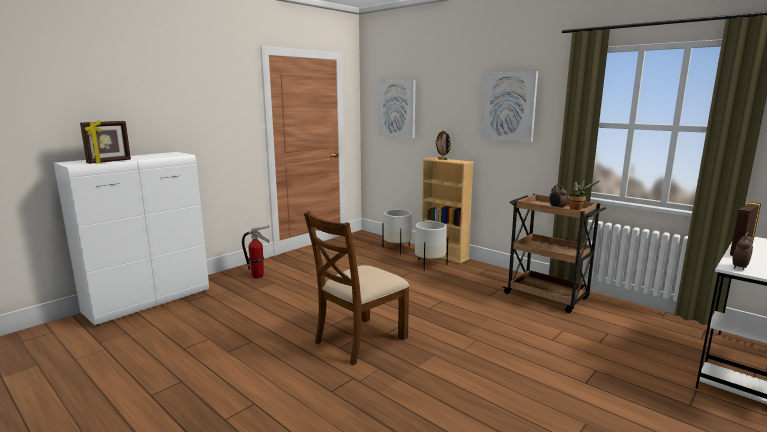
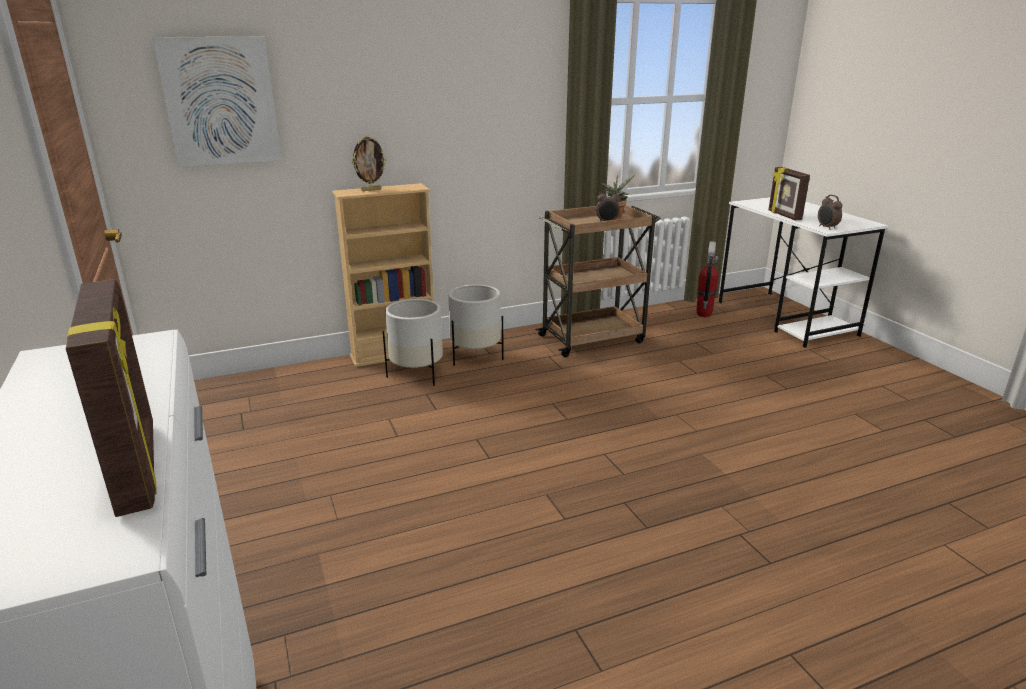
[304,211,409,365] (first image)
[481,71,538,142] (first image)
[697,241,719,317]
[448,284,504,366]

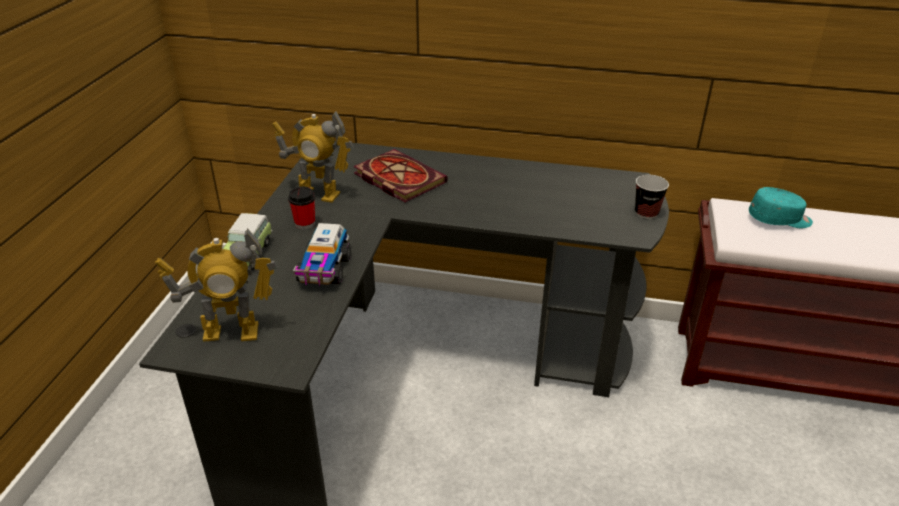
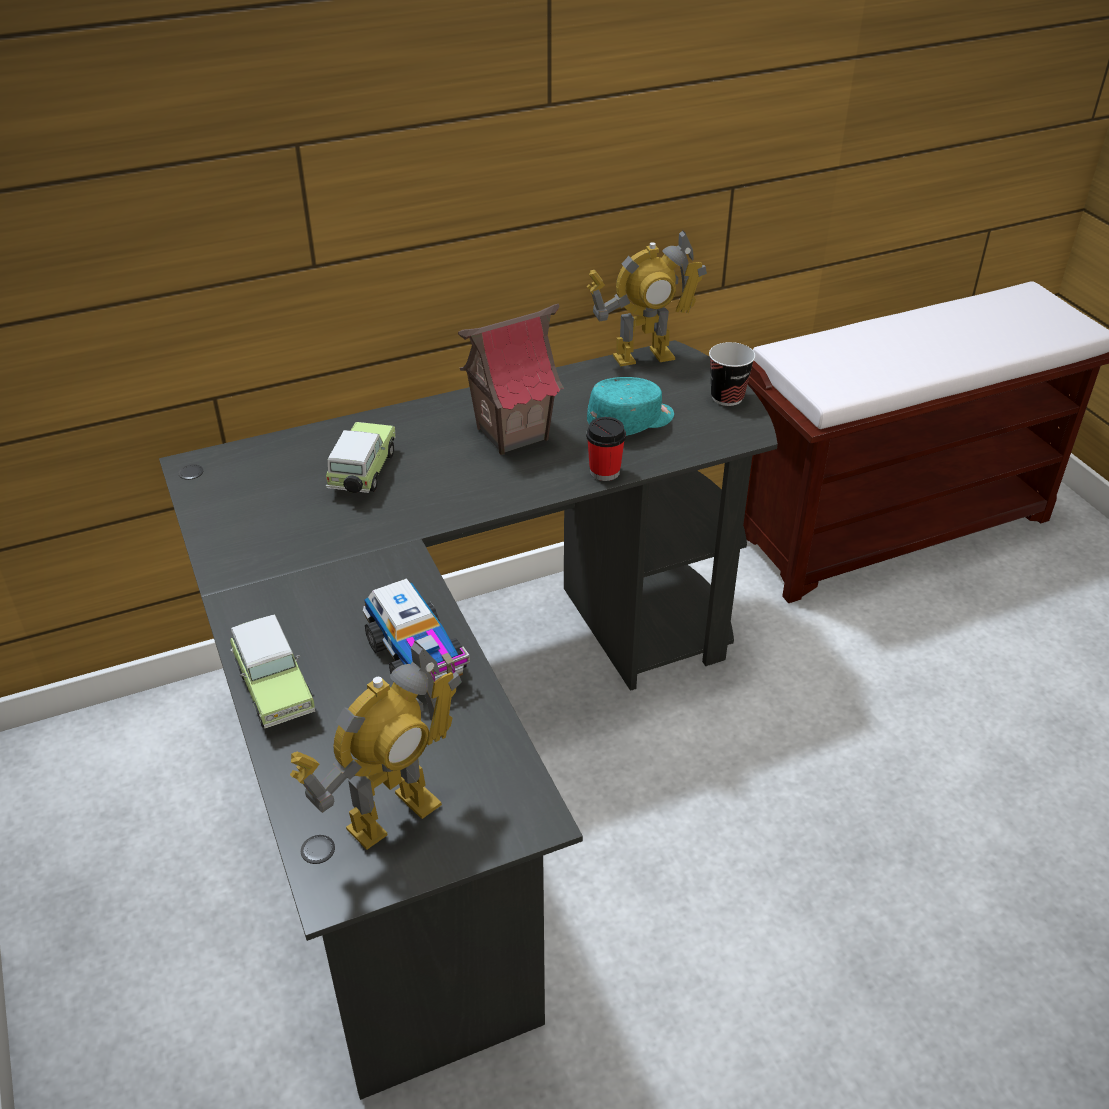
[458,304,564,455]
[587,229,707,366]
[586,417,626,481]
[587,377,674,436]
[326,422,396,493]

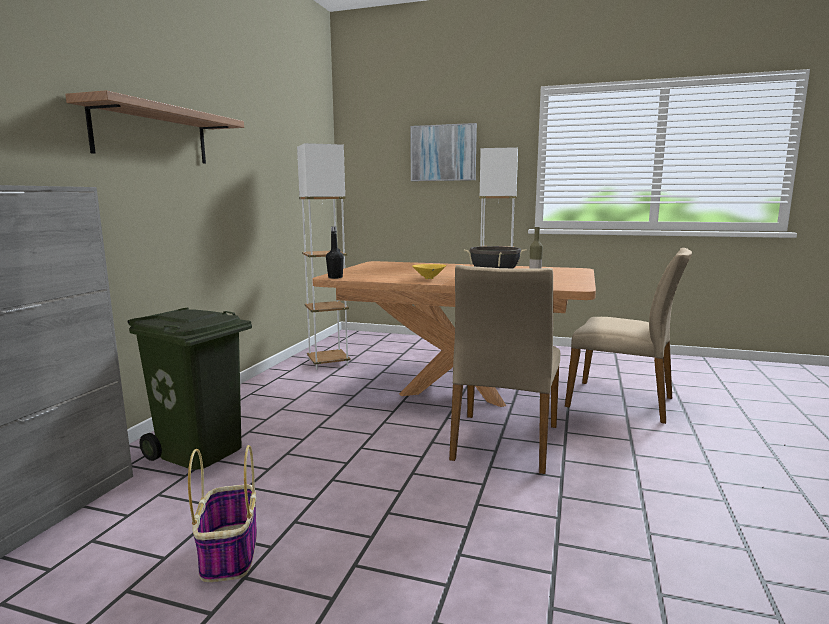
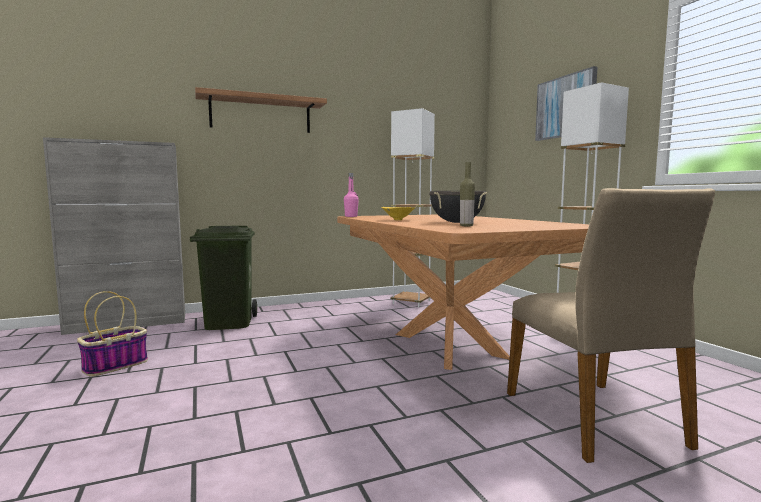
[449,265,560,474] (first image)
[344,173,359,217]

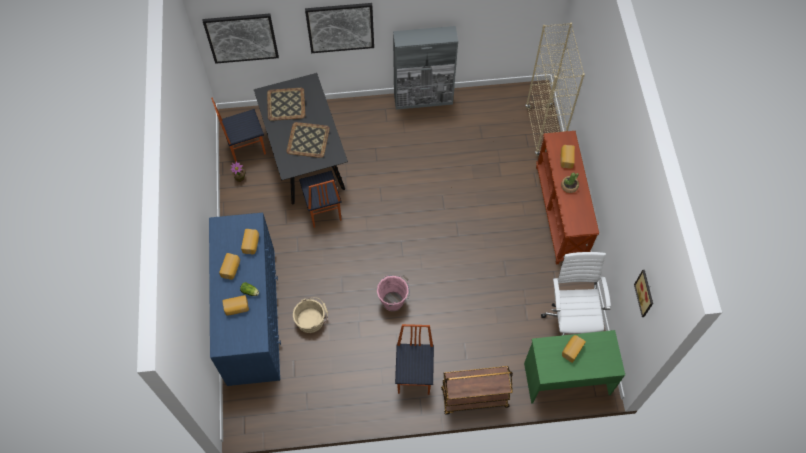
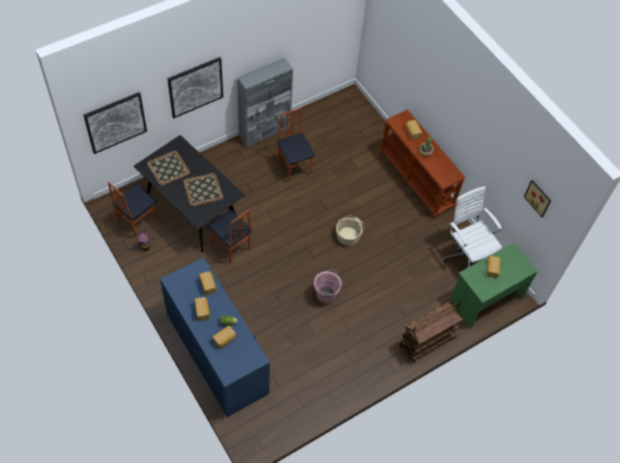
[525,23,585,156] (first image)
[336,215,365,246]
[277,108,315,182]

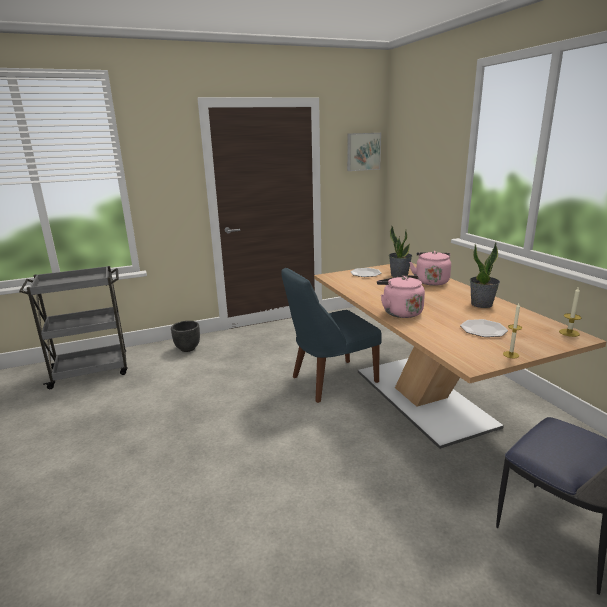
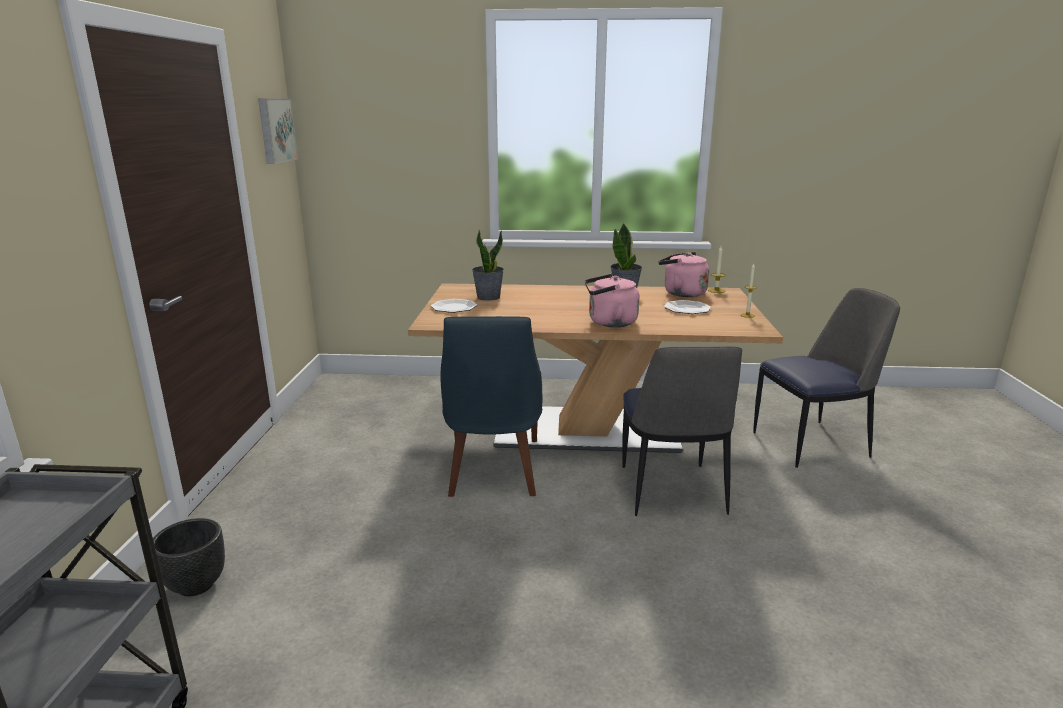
[622,346,742,516]
[659,252,709,297]

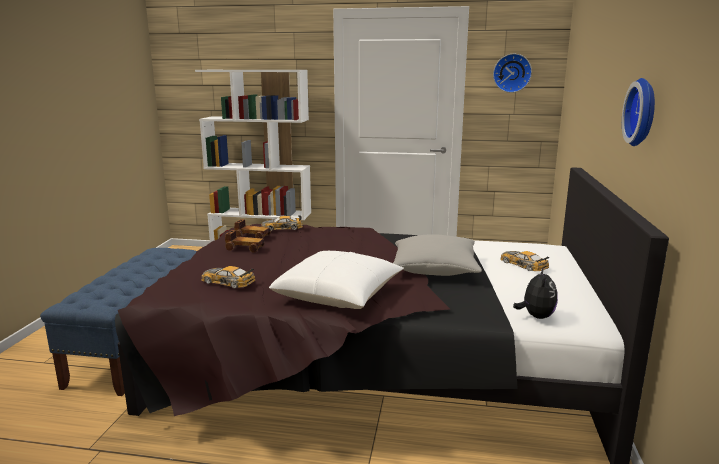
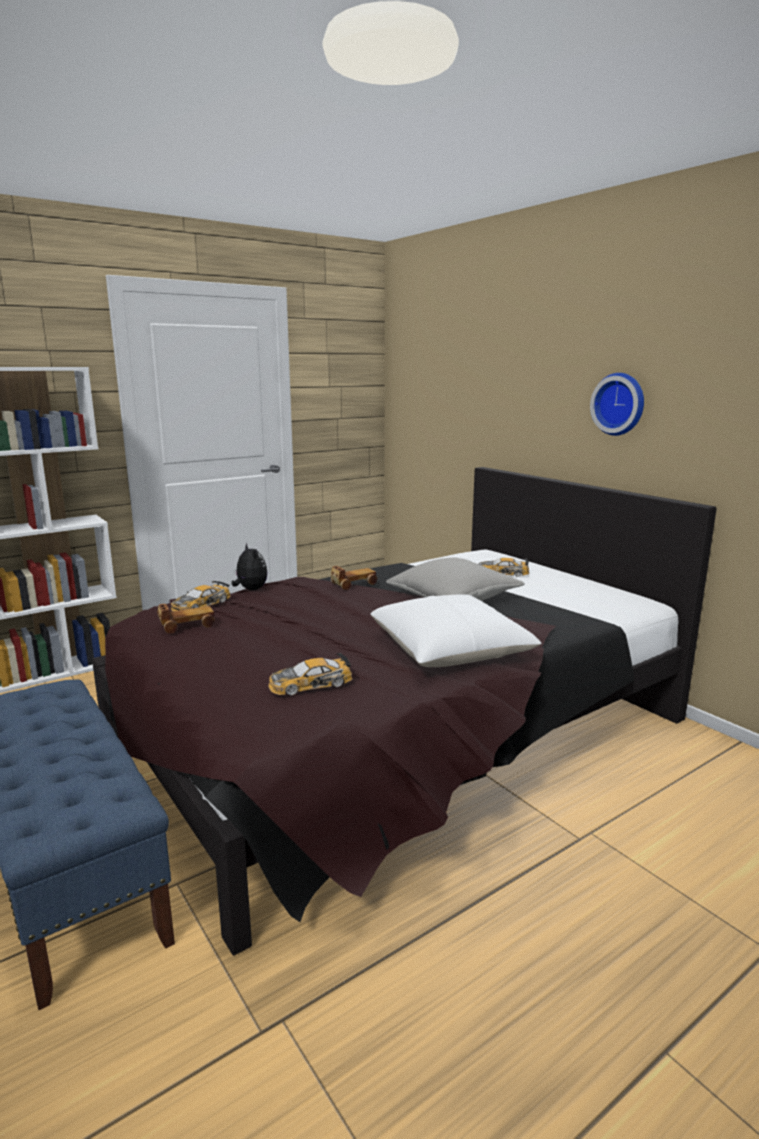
[493,54,532,93] (first image)
[331,566,377,590]
[232,543,268,590]

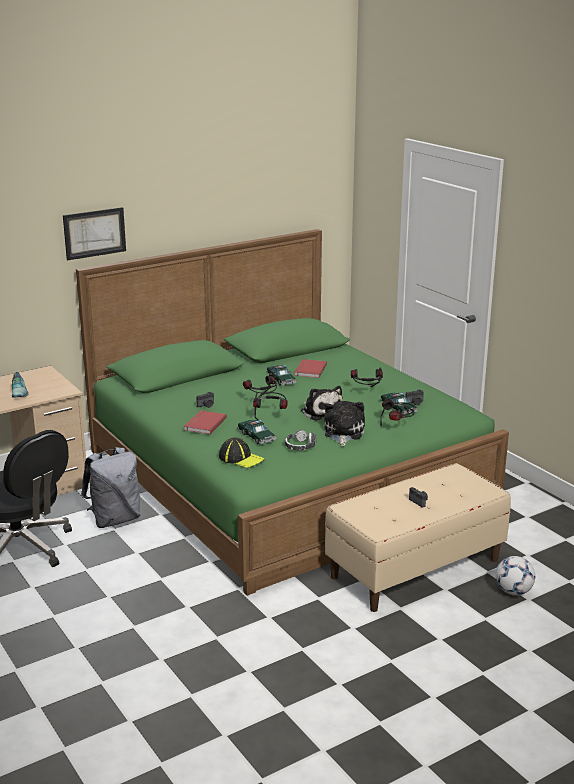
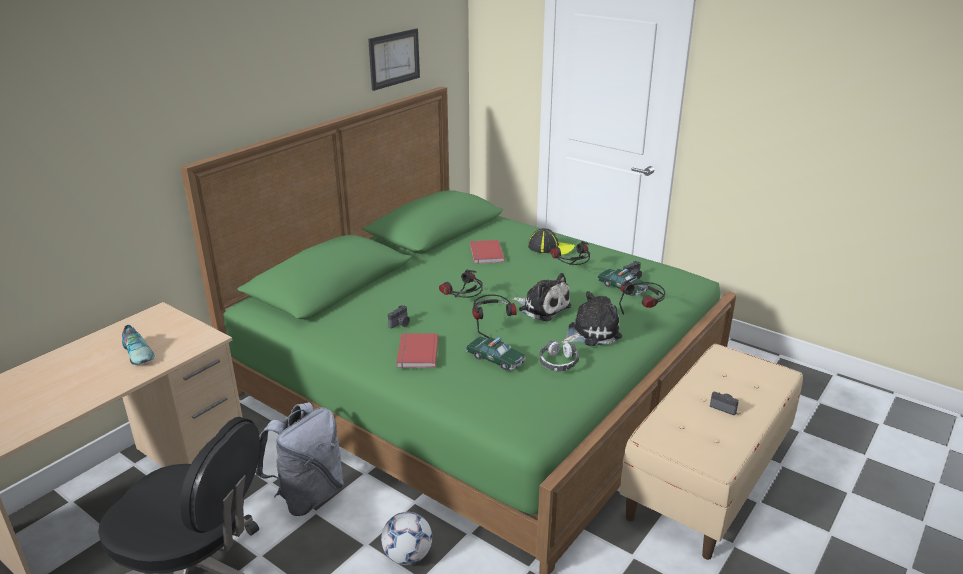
[266,365,297,385] (first image)
[368,29,420,91]
[528,228,575,255]
[381,512,432,565]
[561,291,622,346]

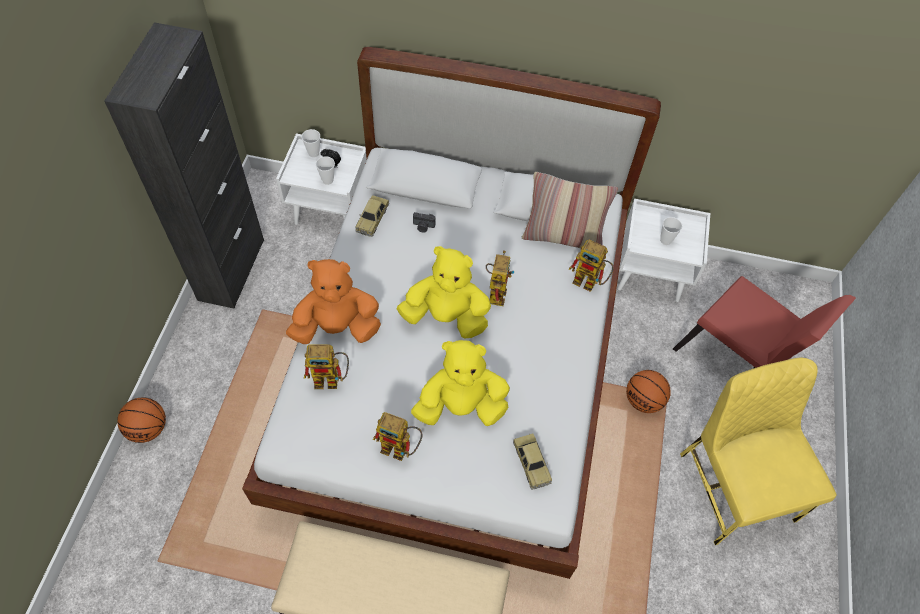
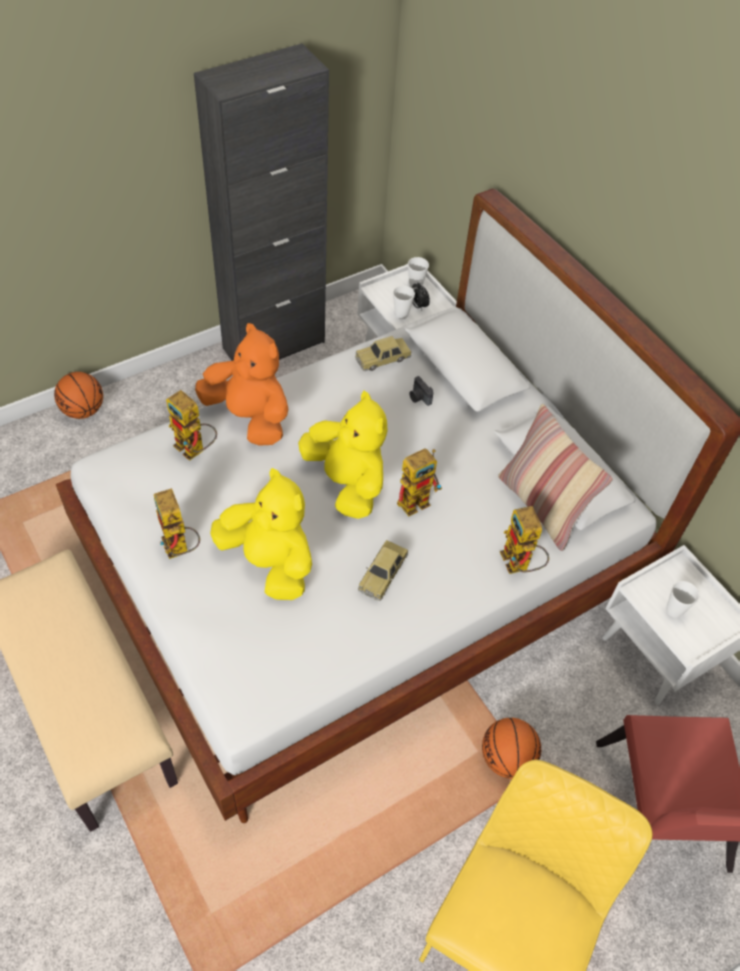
[358,540,408,601]

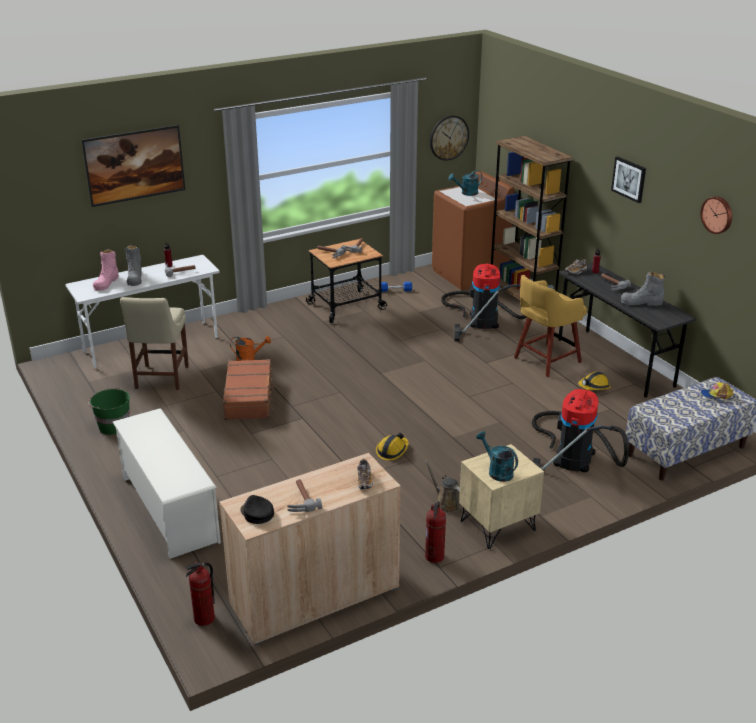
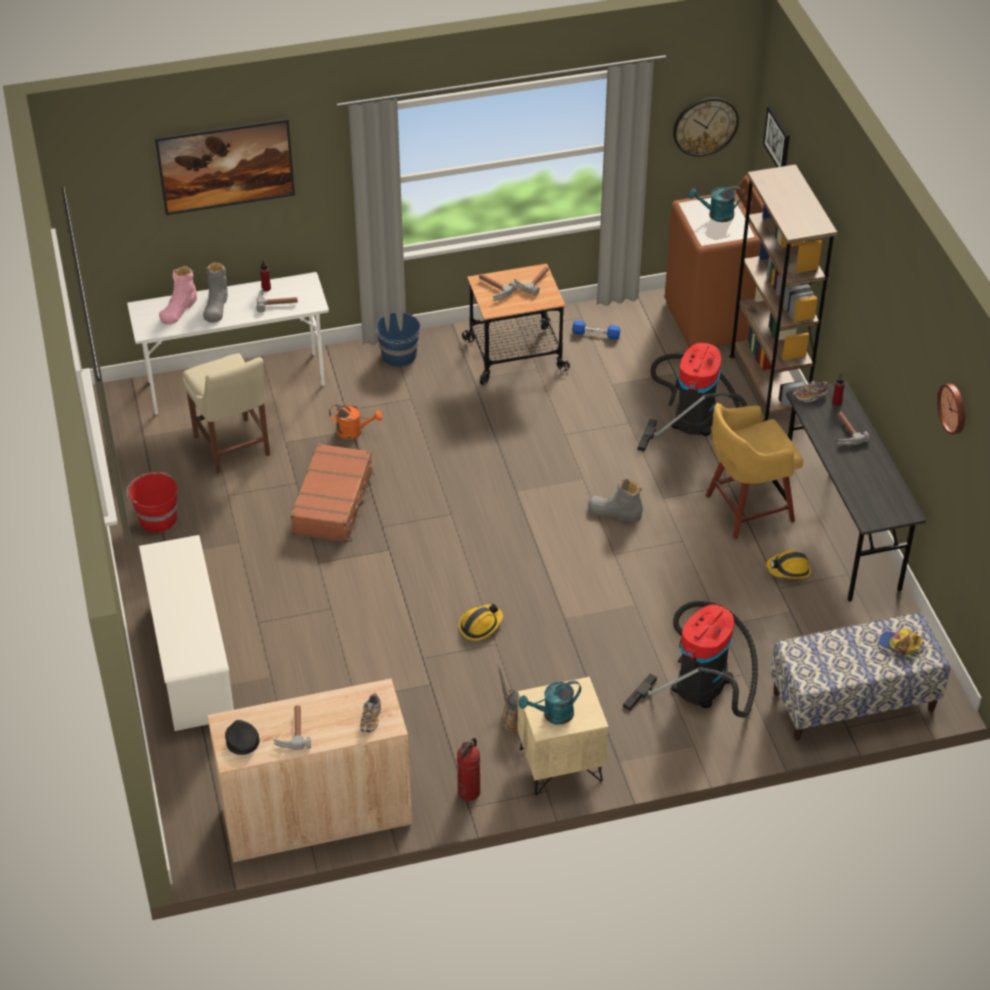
[185,562,215,626] (first image)
[376,313,422,367]
[763,106,790,167]
[588,479,643,522]
[127,472,178,532]
[183,353,270,474]
[518,681,581,724]

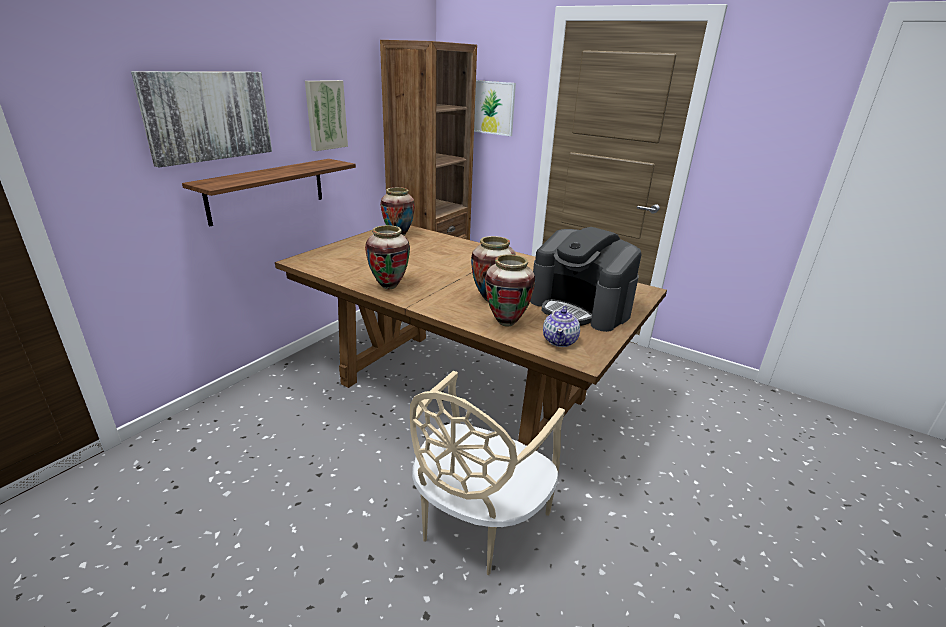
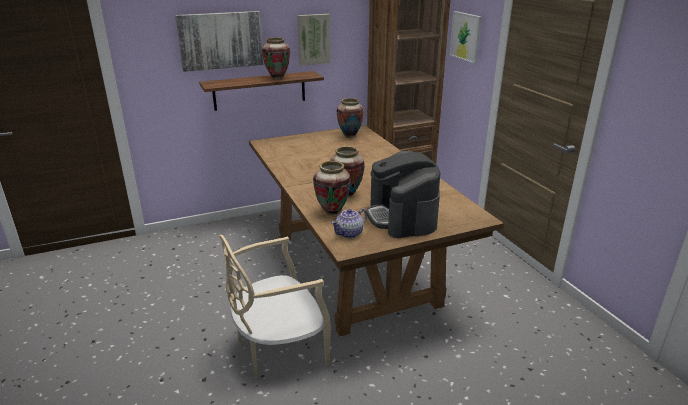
[262,38,290,80]

